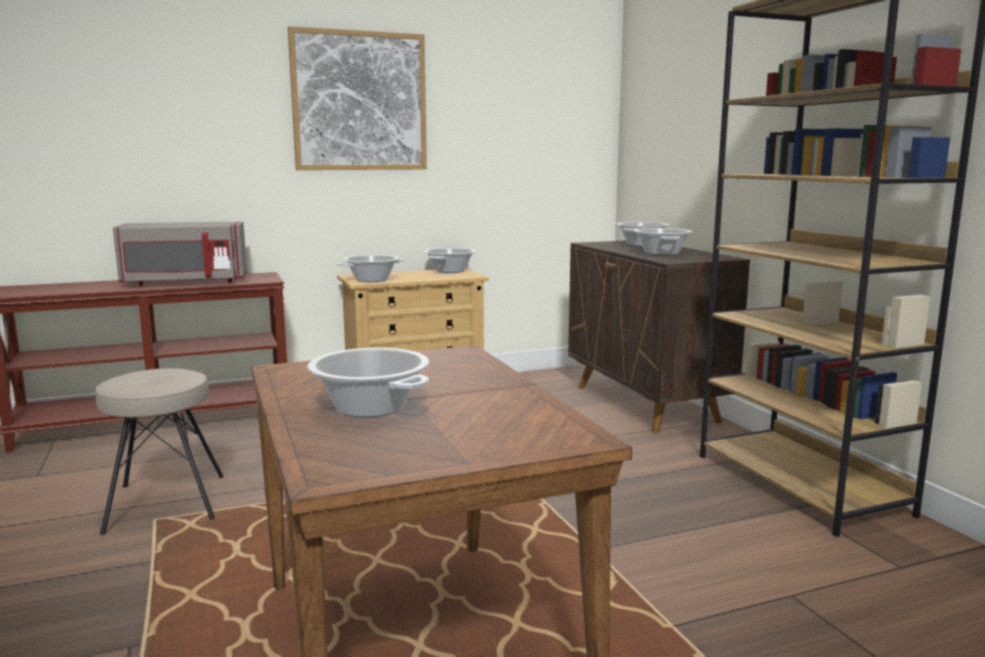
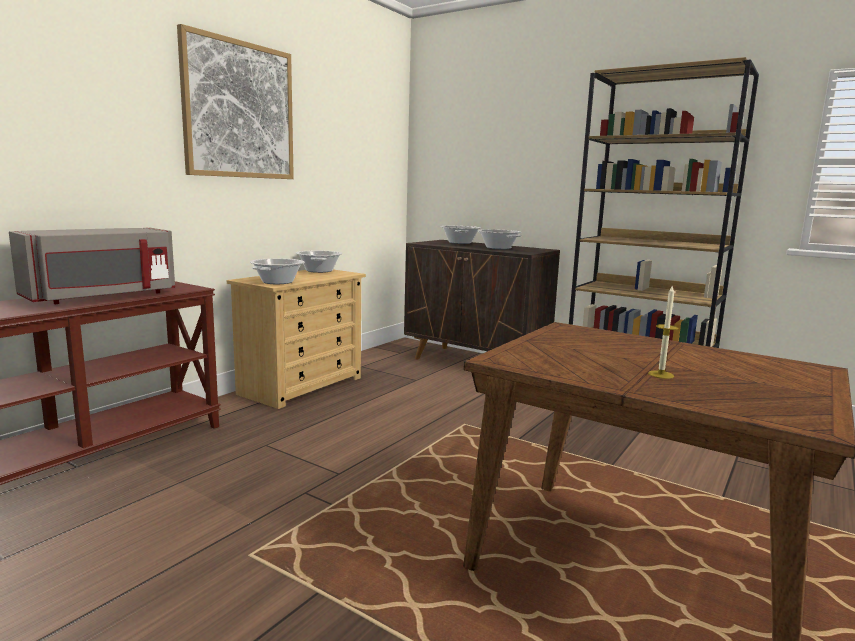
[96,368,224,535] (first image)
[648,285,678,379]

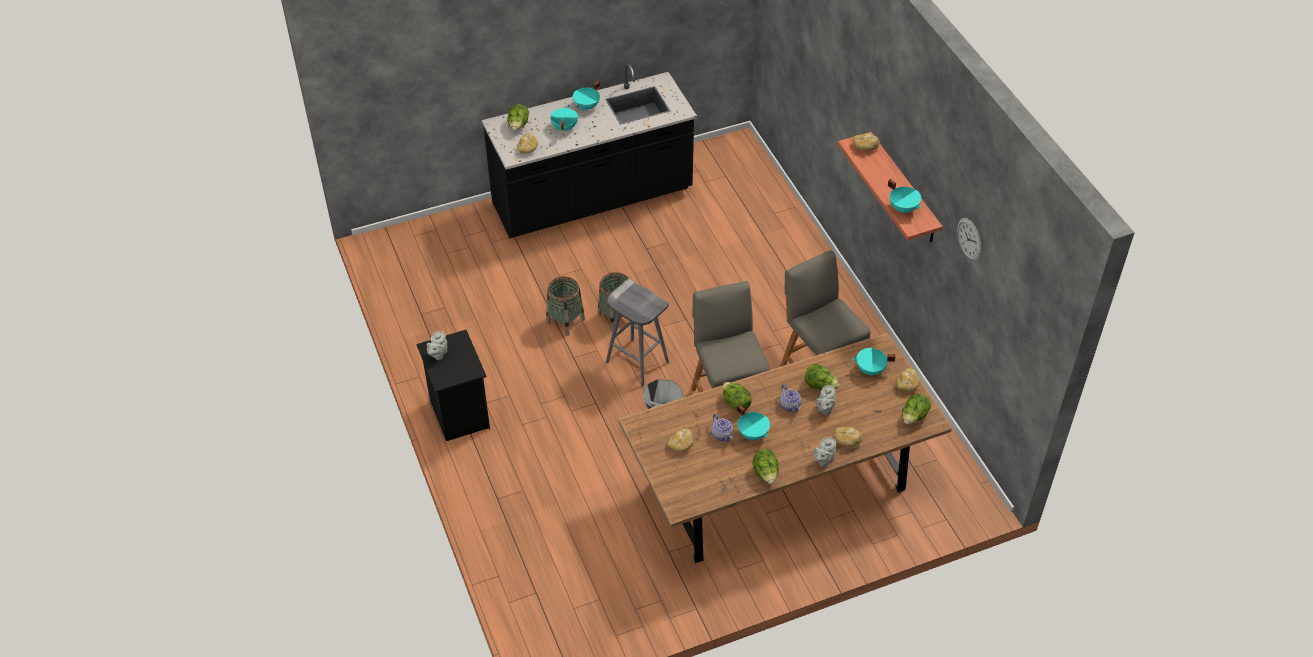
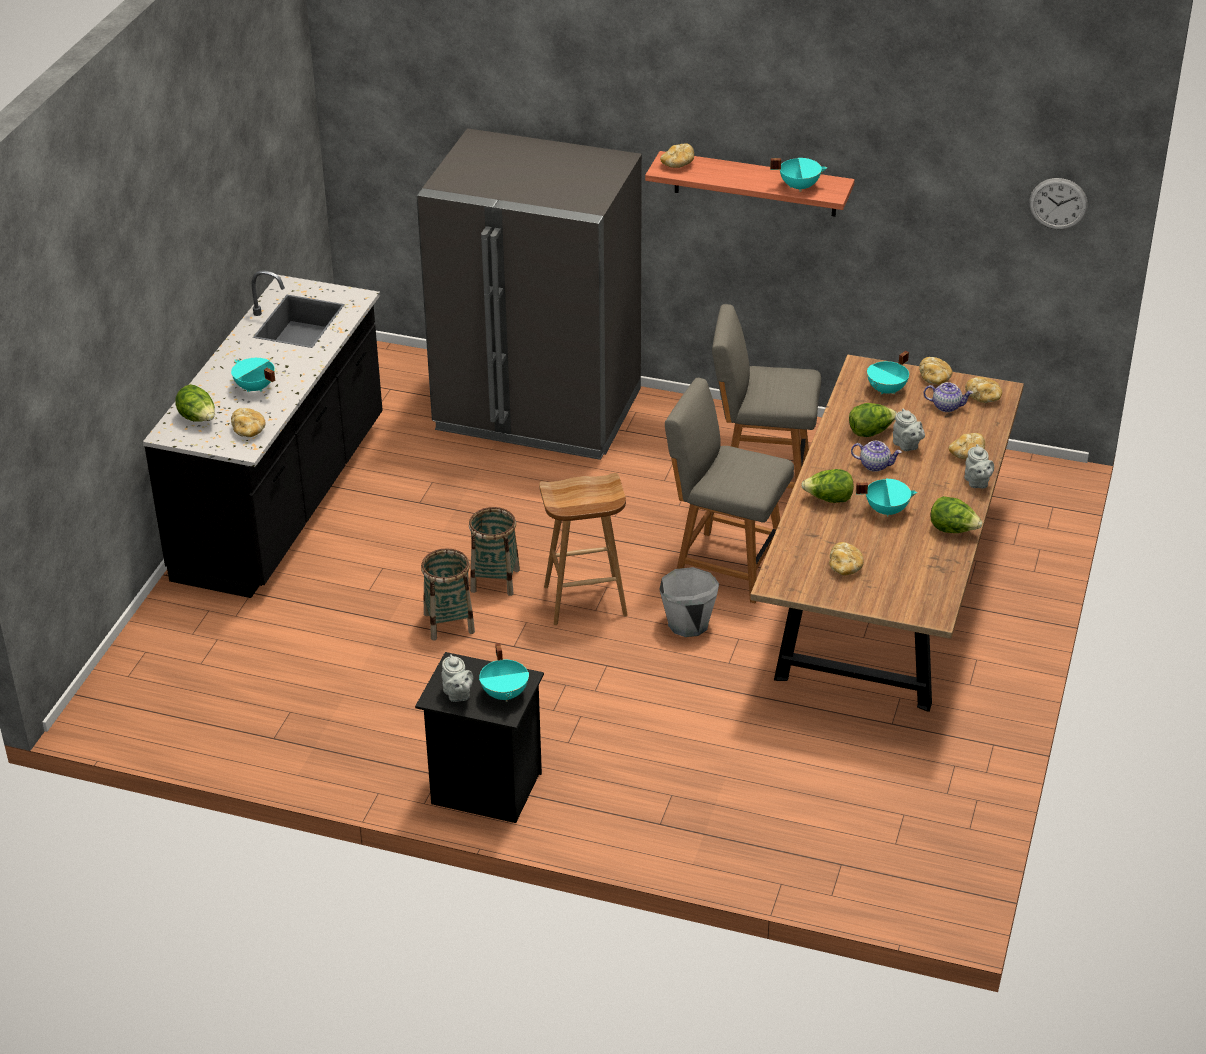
[416,128,642,460]
[479,643,529,702]
[923,382,973,412]
[1029,178,1088,230]
[965,377,1002,403]
[539,473,628,625]

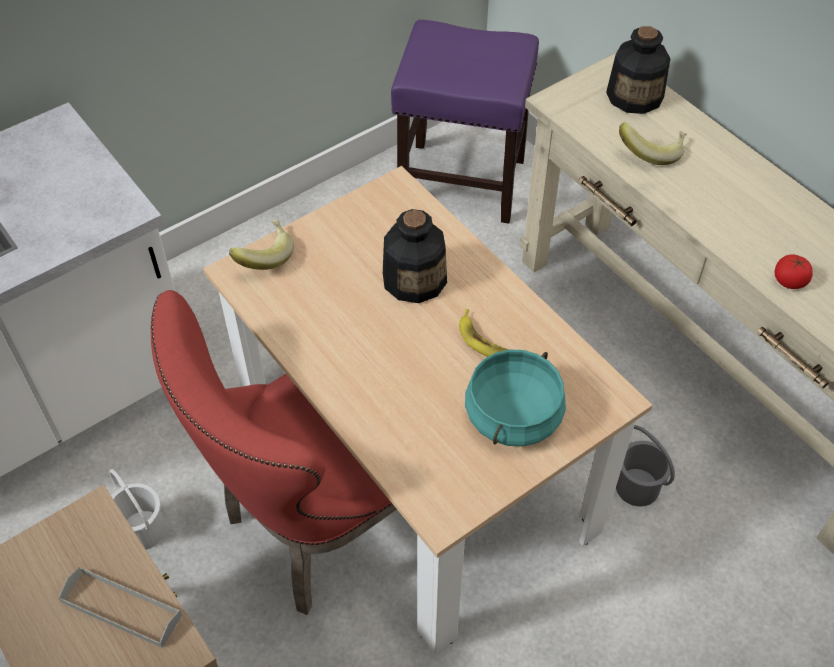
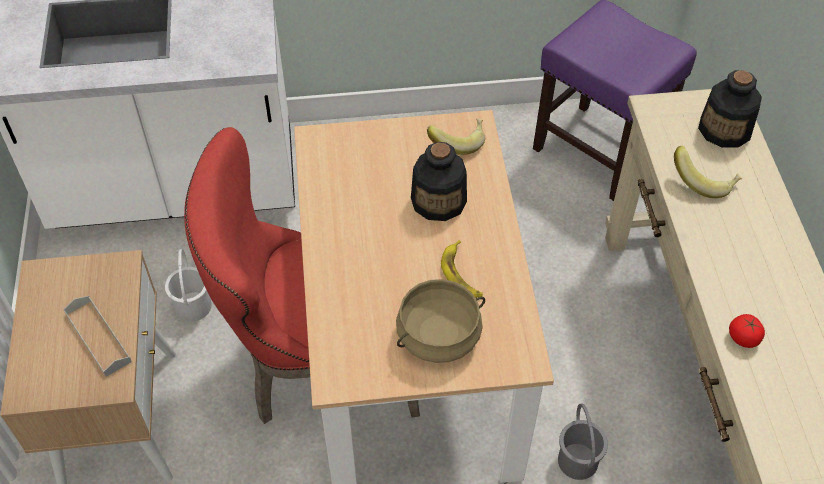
[427,118,485,155]
[396,279,485,363]

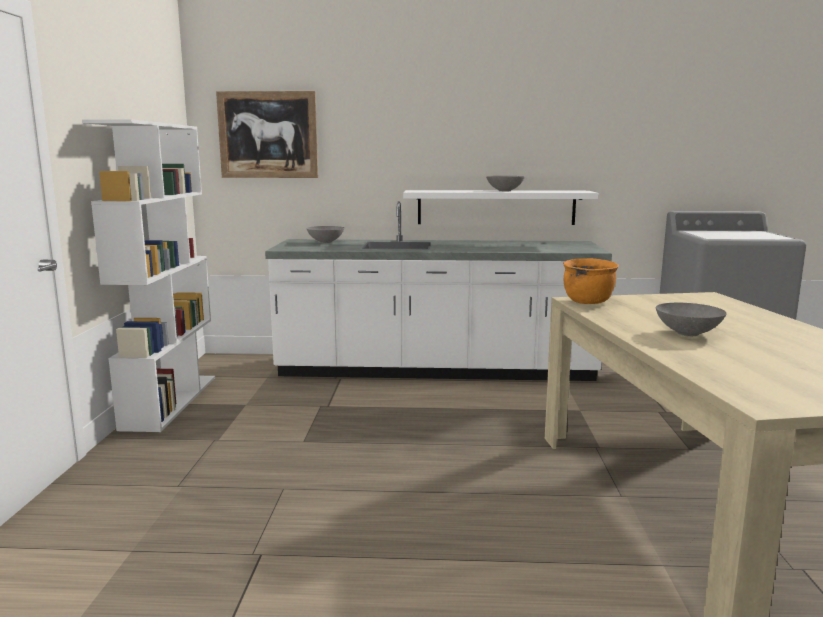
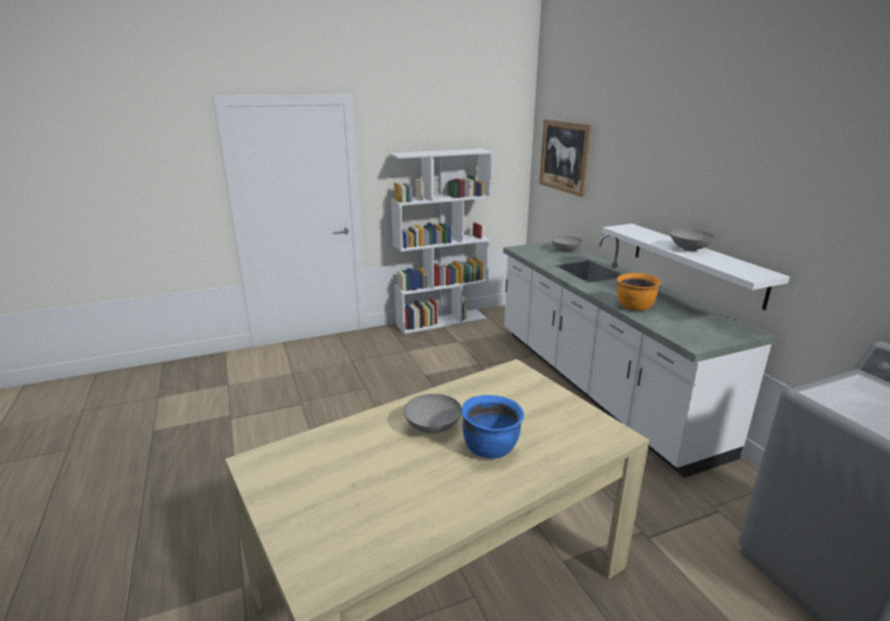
[461,395,524,459]
[617,273,660,311]

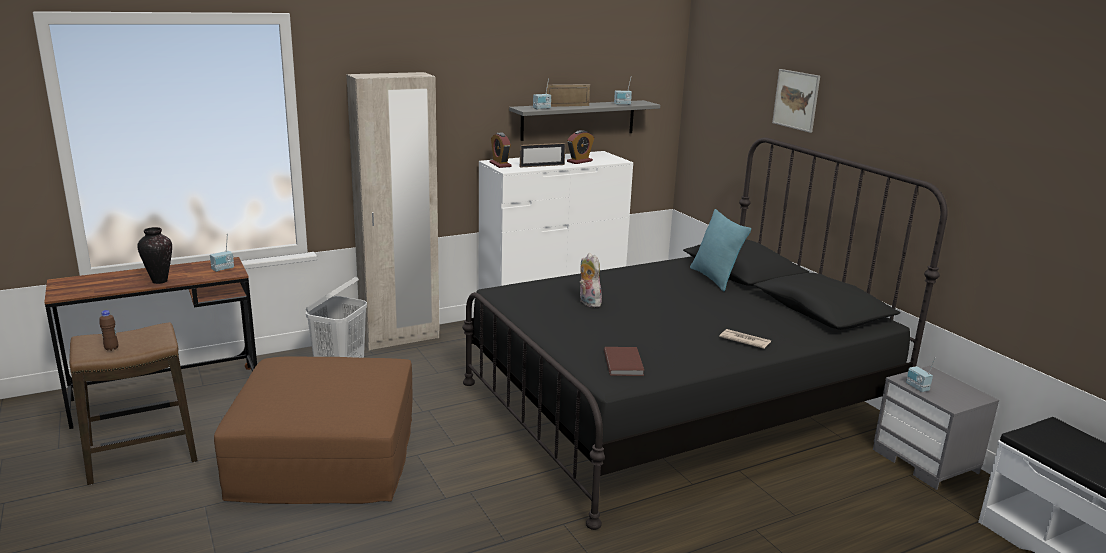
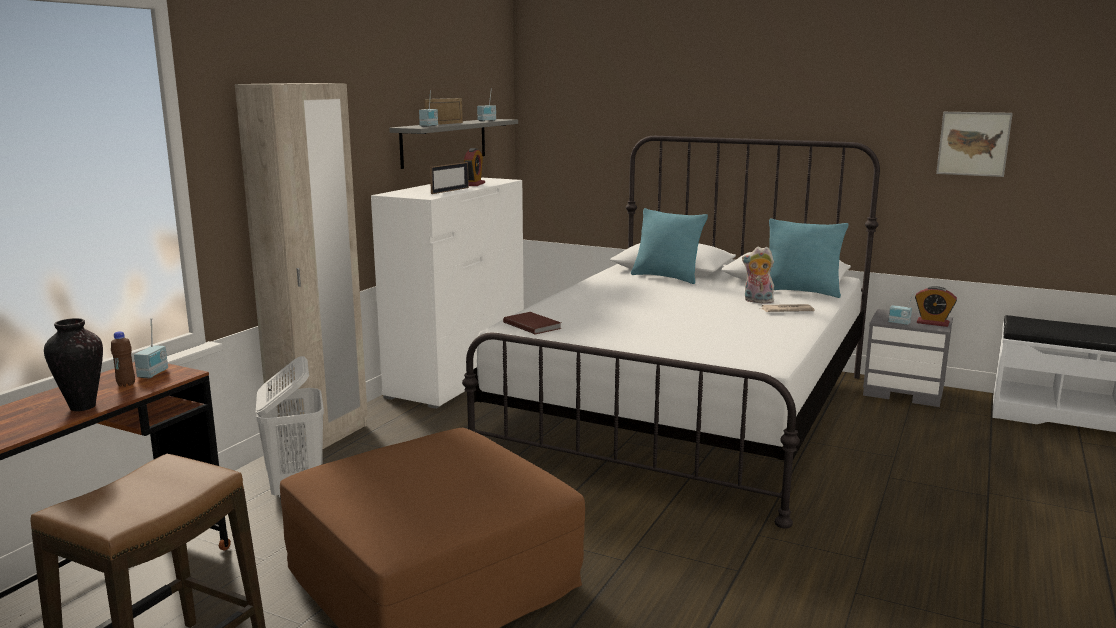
[769,219,849,298]
[111,331,135,387]
[915,286,957,327]
[742,247,774,304]
[503,312,562,335]
[936,112,1013,177]
[462,136,880,529]

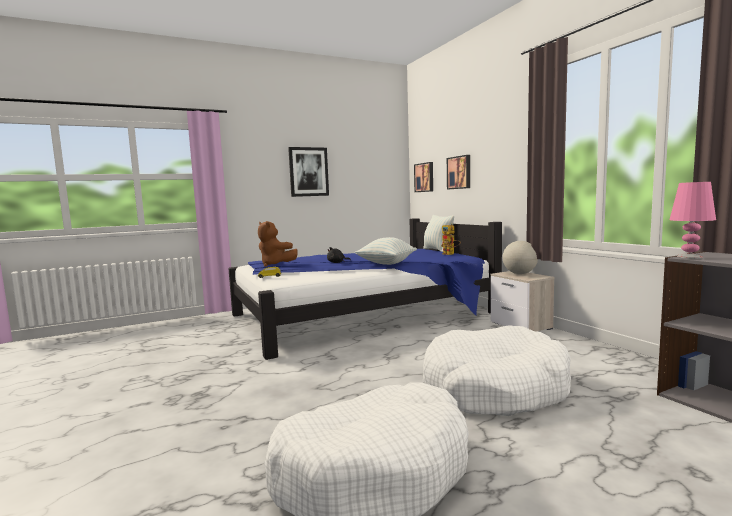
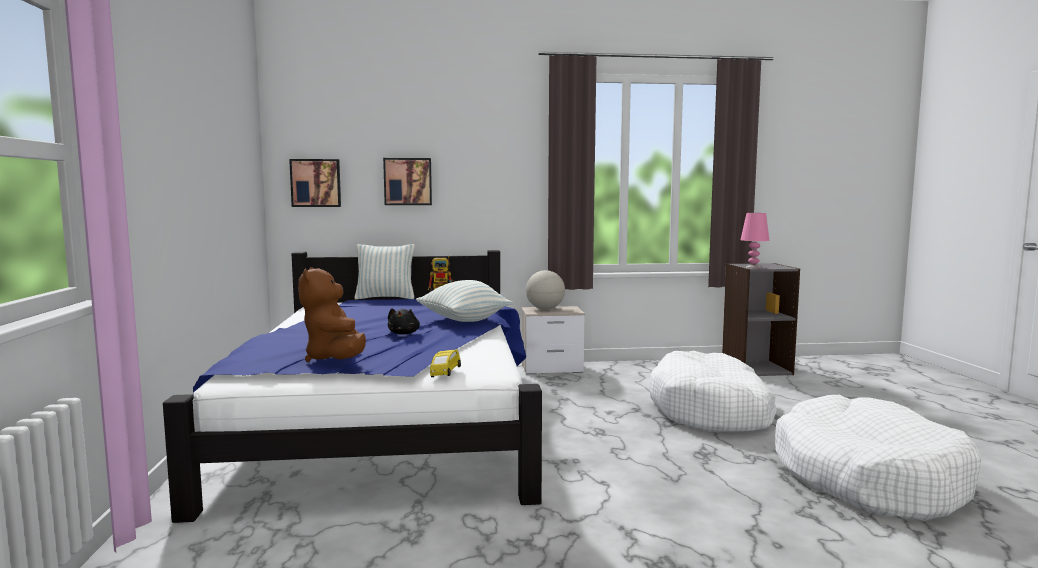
[288,147,329,197] (first image)
[298,267,366,362]

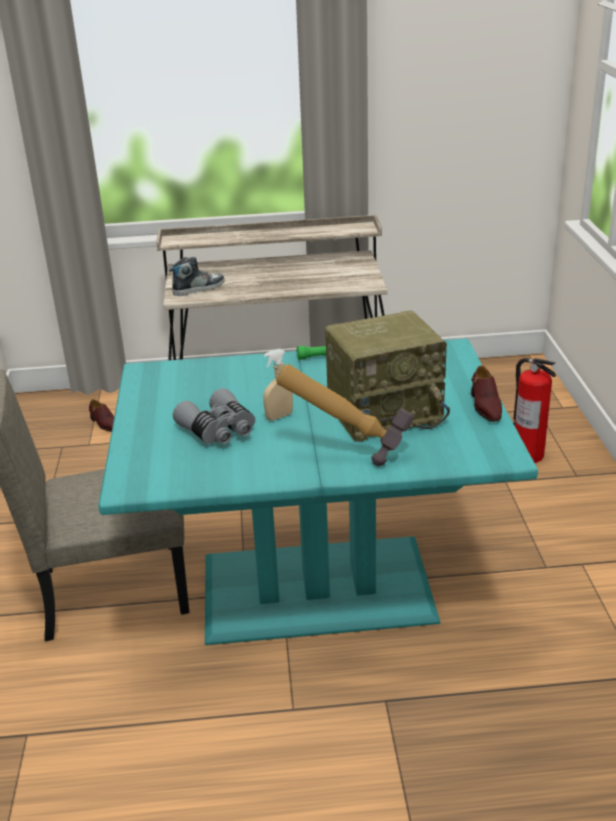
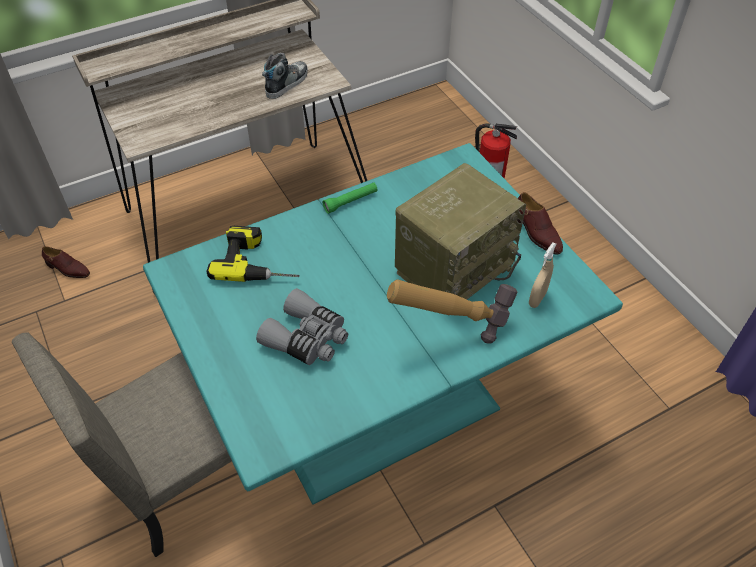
[206,226,300,282]
[262,53,308,99]
[529,243,557,308]

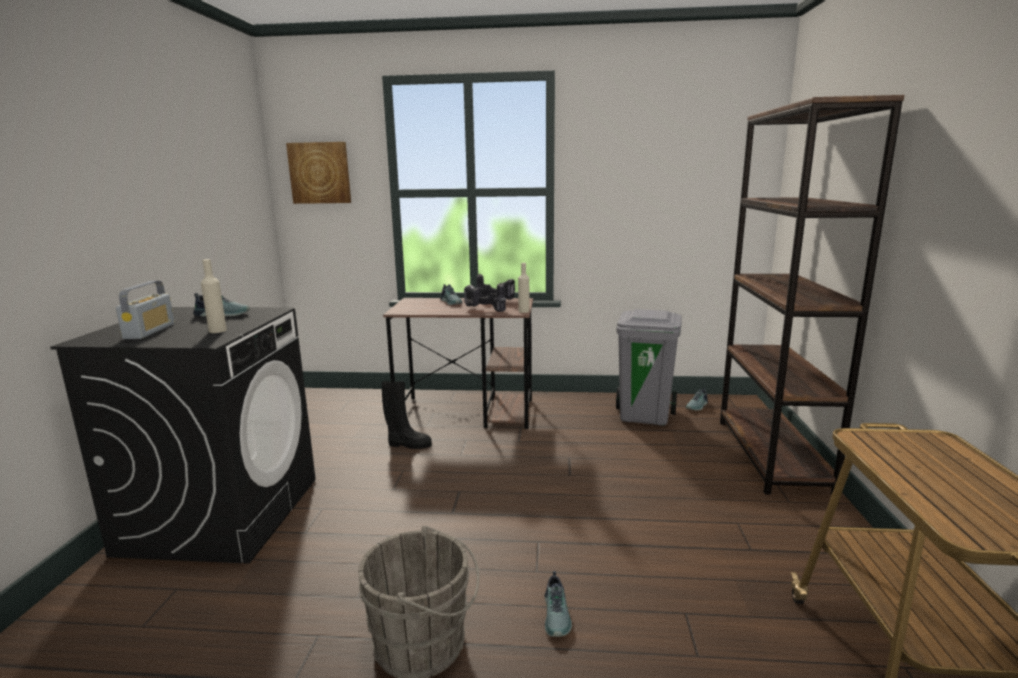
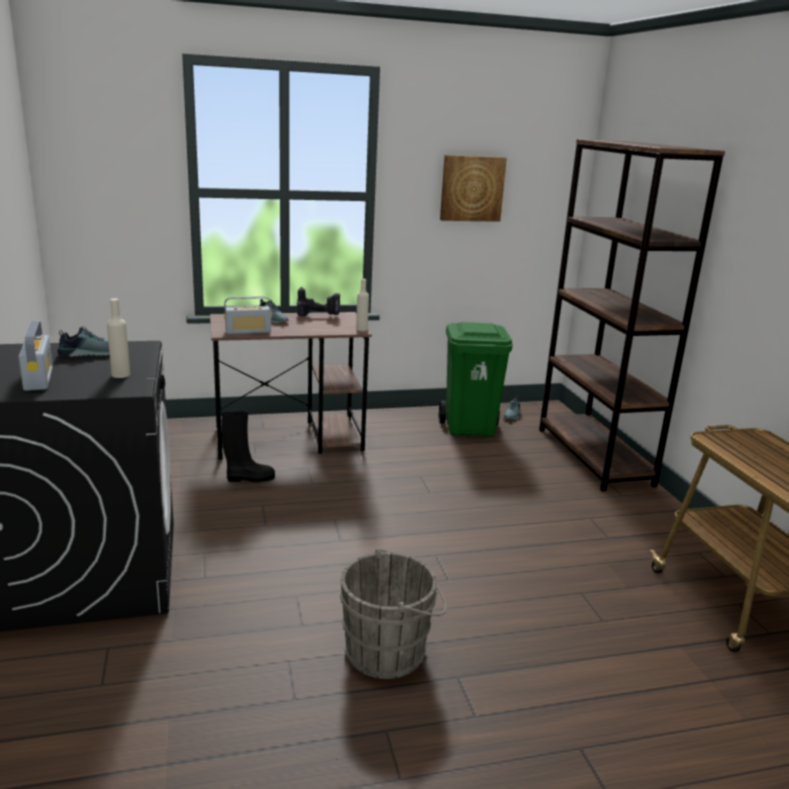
[464,283,506,312] (first image)
[545,571,572,637] (first image)
[224,296,272,334]
[440,155,507,222]
[439,322,513,437]

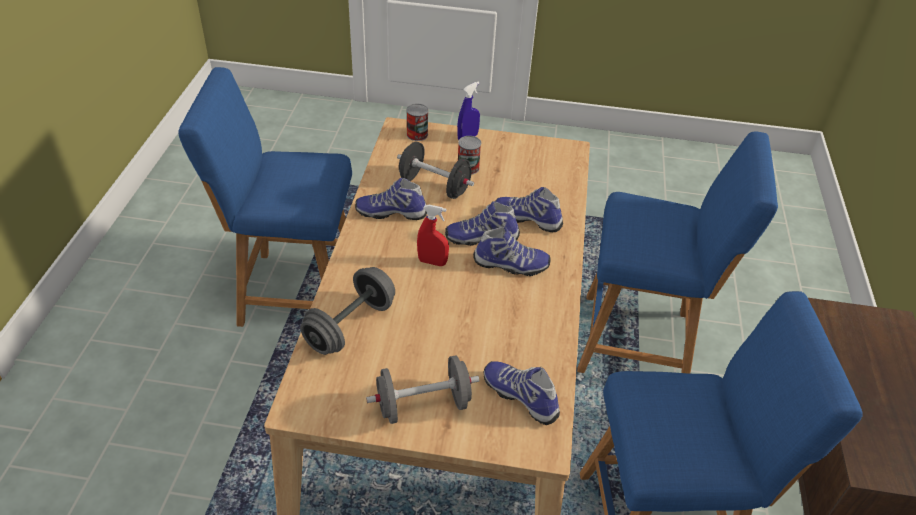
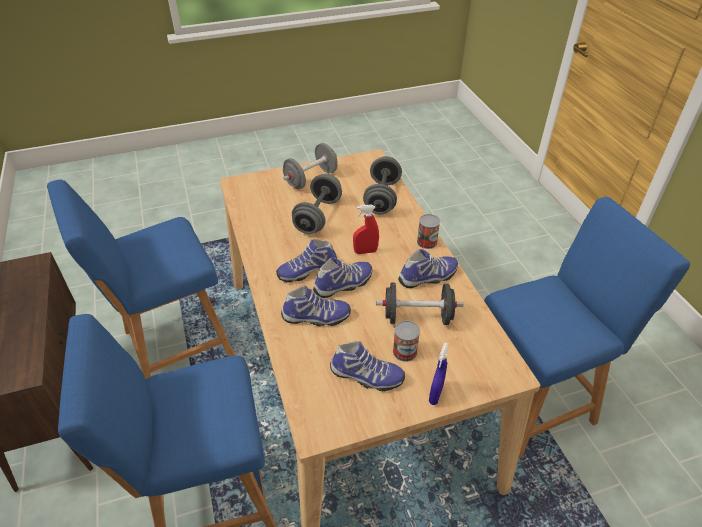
[292,174,342,234]
[417,214,440,249]
[330,341,405,392]

